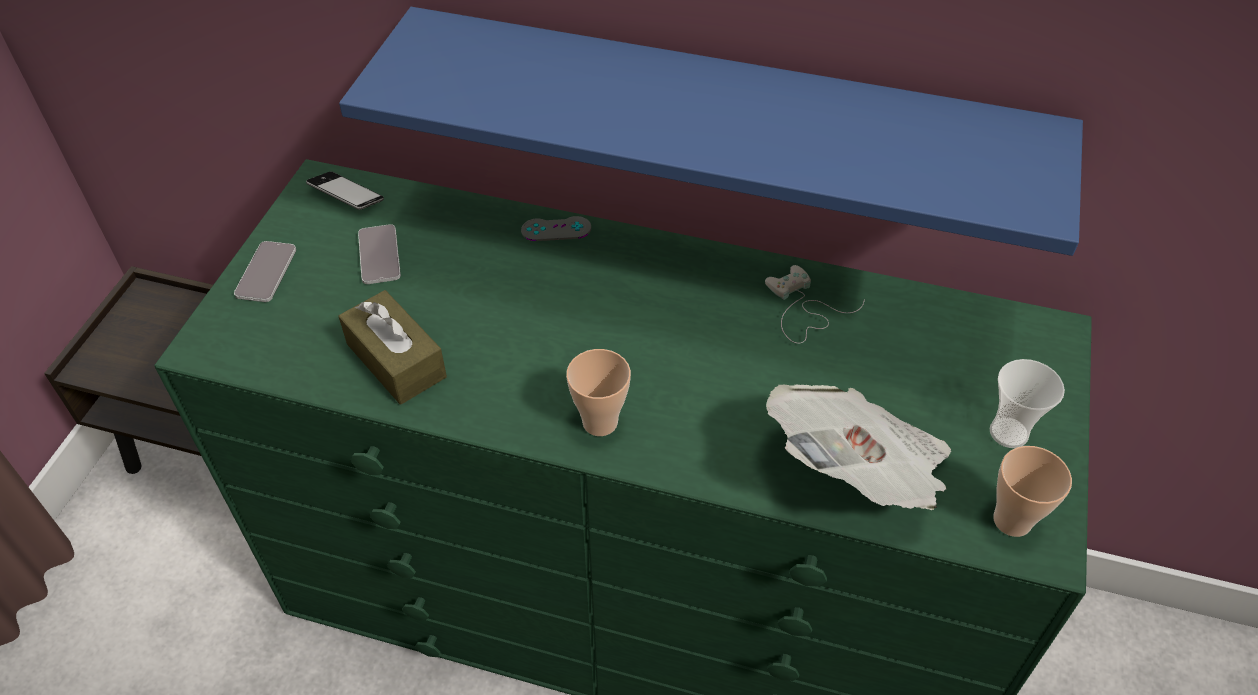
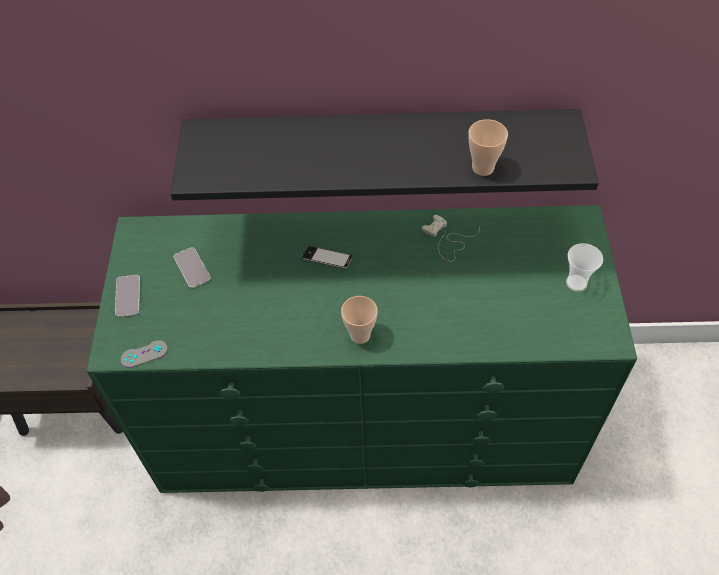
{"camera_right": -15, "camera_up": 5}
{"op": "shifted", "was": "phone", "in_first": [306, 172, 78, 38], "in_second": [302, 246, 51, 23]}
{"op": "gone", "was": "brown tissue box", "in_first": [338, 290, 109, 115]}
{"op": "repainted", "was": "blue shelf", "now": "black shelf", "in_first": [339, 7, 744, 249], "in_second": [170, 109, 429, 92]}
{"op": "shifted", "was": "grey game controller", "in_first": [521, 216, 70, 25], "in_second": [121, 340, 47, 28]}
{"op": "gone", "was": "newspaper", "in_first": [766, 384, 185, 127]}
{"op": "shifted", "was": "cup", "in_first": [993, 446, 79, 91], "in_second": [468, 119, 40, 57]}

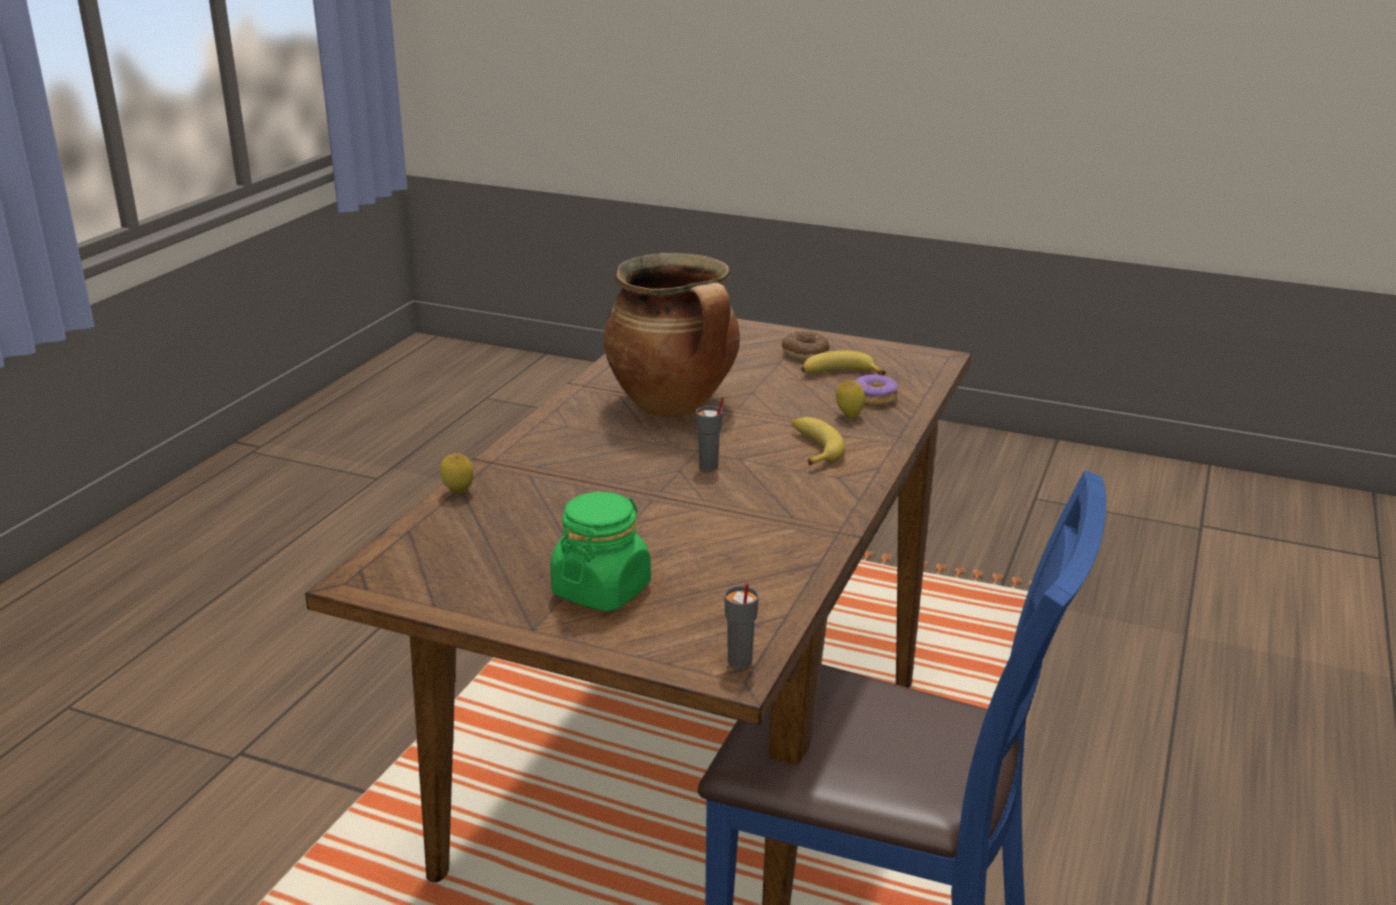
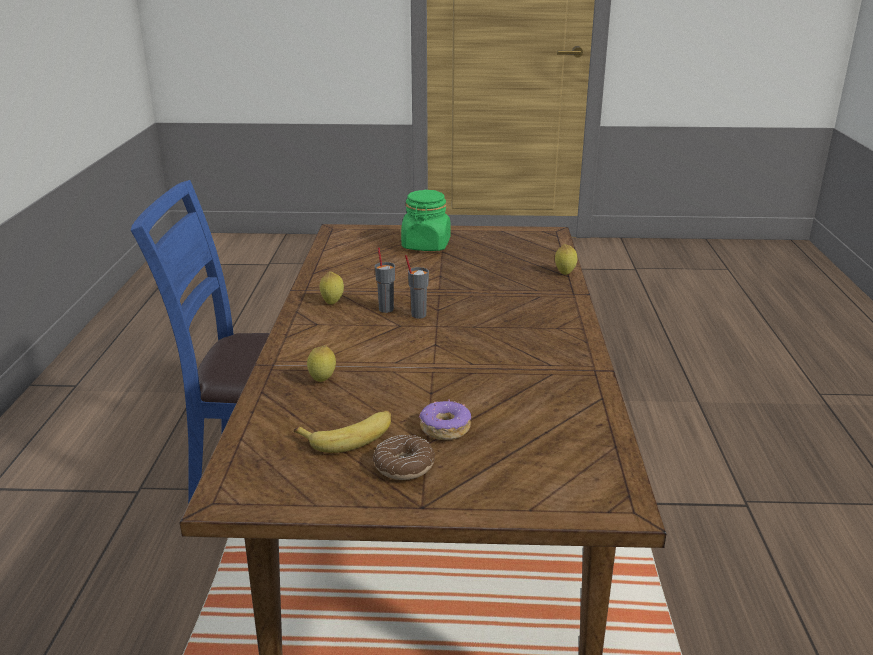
{"camera_right": 160, "camera_up": 0}
{"op": "gone", "was": "cooking pot", "in_first": [603, 253, 137, 164]}
{"op": "shifted", "was": "grey cup", "in_first": [724, 583, 35, 86], "in_second": [375, 247, 20, 66]}
{"op": "gone", "was": "banana", "in_first": [791, 417, 55, 49]}
{"op": "shifted", "was": "donut", "in_first": [855, 374, 44, 31], "in_second": [419, 399, 52, 41]}
{"op": "new", "now": "lemon", "in_second": [320, 271, 24, 34]}

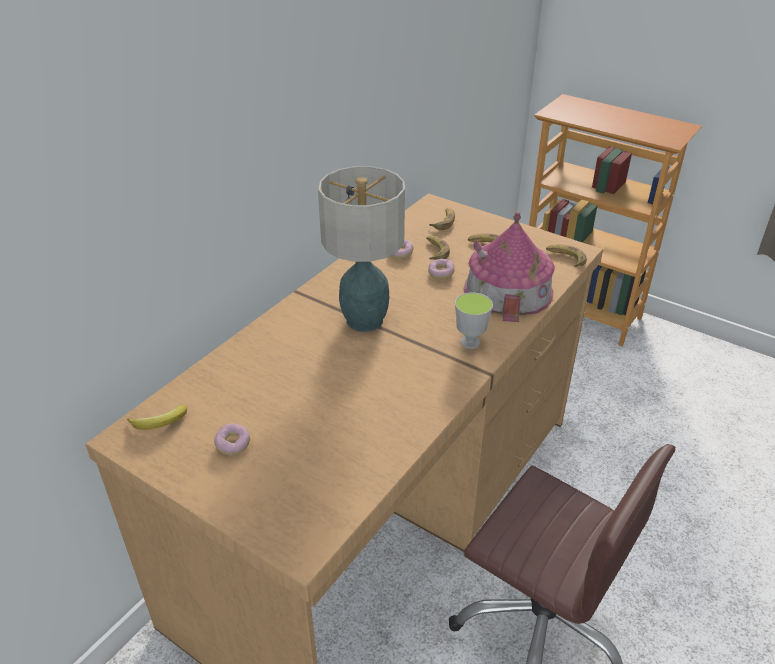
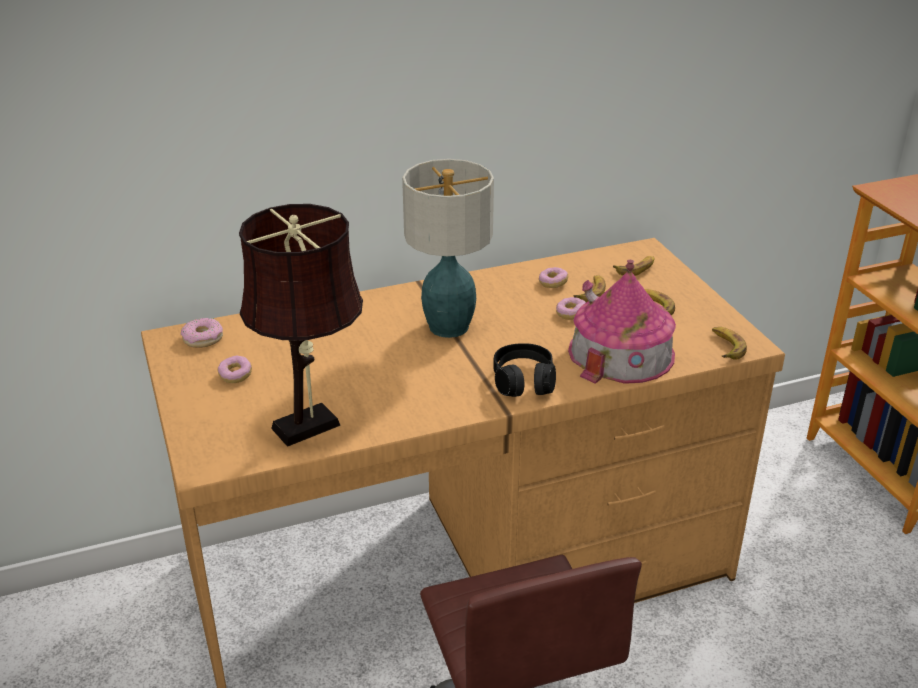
{"camera_right": 35, "camera_up": -5}
{"op": "swapped", "was": "banana", "now": "donut", "in_first": [127, 405, 60, 25], "in_second": [181, 318, 42, 30]}
{"op": "swapped", "was": "cup", "now": "black headphones", "in_first": [455, 293, 38, 56], "in_second": [494, 343, 62, 54]}
{"op": "new", "now": "brown table lamp", "in_second": [239, 204, 124, 243]}

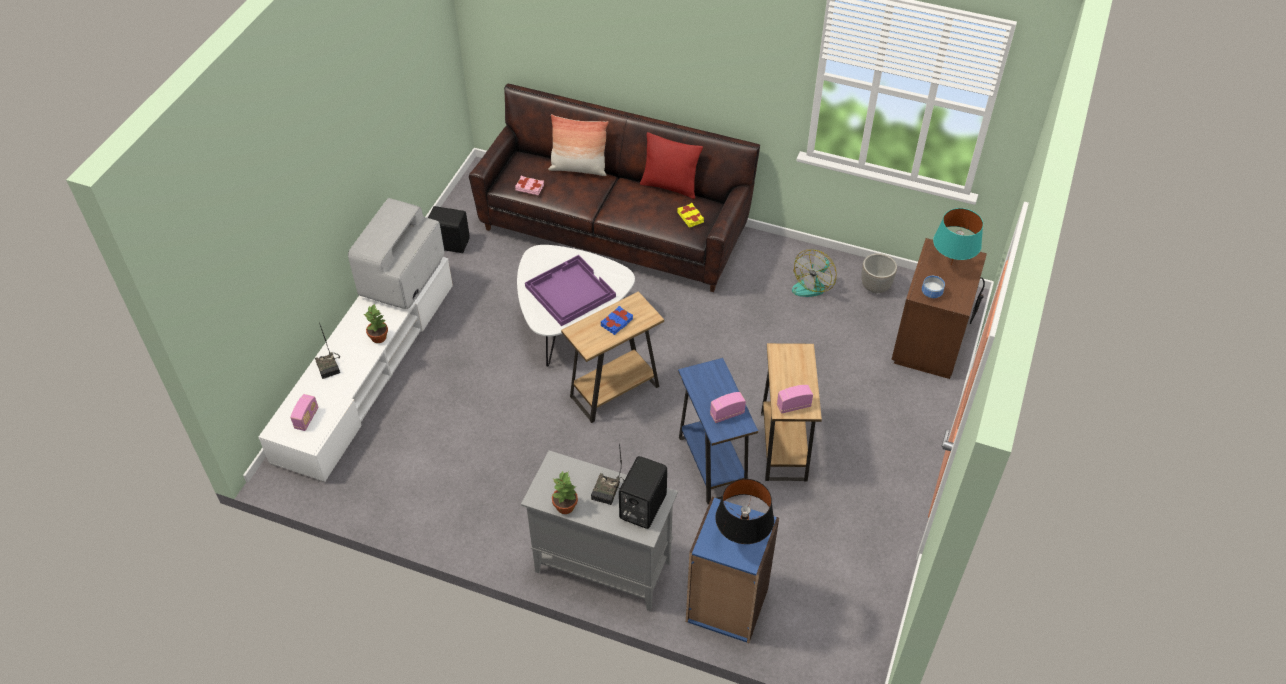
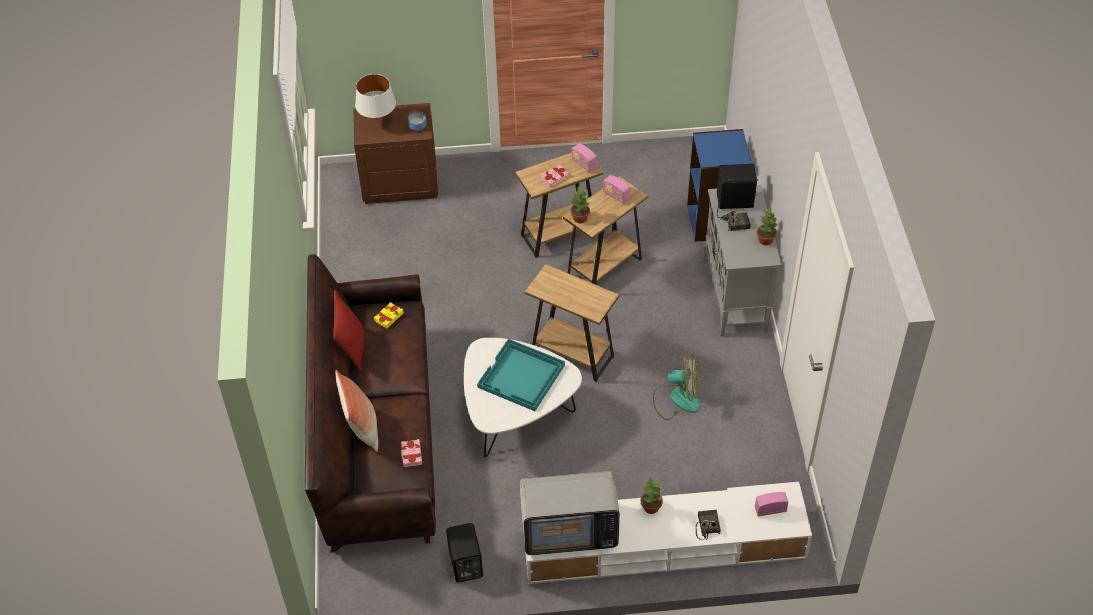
{"camera_right": -115, "camera_up": 0}
{"op": "rotated", "was": "radio", "in_first": [315, 322, 25, 57], "in_second": [695, 510, 26, 30], "clockwise": -45}
{"op": "repainted", "was": "purple tray", "now": "turquoise tray", "in_first": [525, 255, 91, 71], "in_second": [477, 339, 88, 72]}
{"op": "gone", "was": "blue book", "in_first": [601, 306, 32, 29]}
{"op": "repainted", "was": "blue side table", "now": "brown side table", "in_first": [678, 358, 80, 146], "in_second": [563, 176, 85, 109]}
{"op": "gone", "was": "black table lamp", "in_first": [715, 479, 59, 65]}
{"op": "shifted", "was": "fan", "in_first": [792, 250, 44, 47], "in_second": [653, 353, 47, 67]}
{"op": "gone", "was": "planter", "in_first": [861, 253, 36, 40]}
{"op": "repainted", "was": "turquoise table lamp", "now": "white table lamp", "in_first": [933, 208, 50, 57], "in_second": [355, 74, 41, 50]}
{"op": "new", "now": "pink book", "in_second": [541, 164, 28, 23]}
{"op": "new", "now": "potted plant", "in_second": [570, 186, 20, 37]}

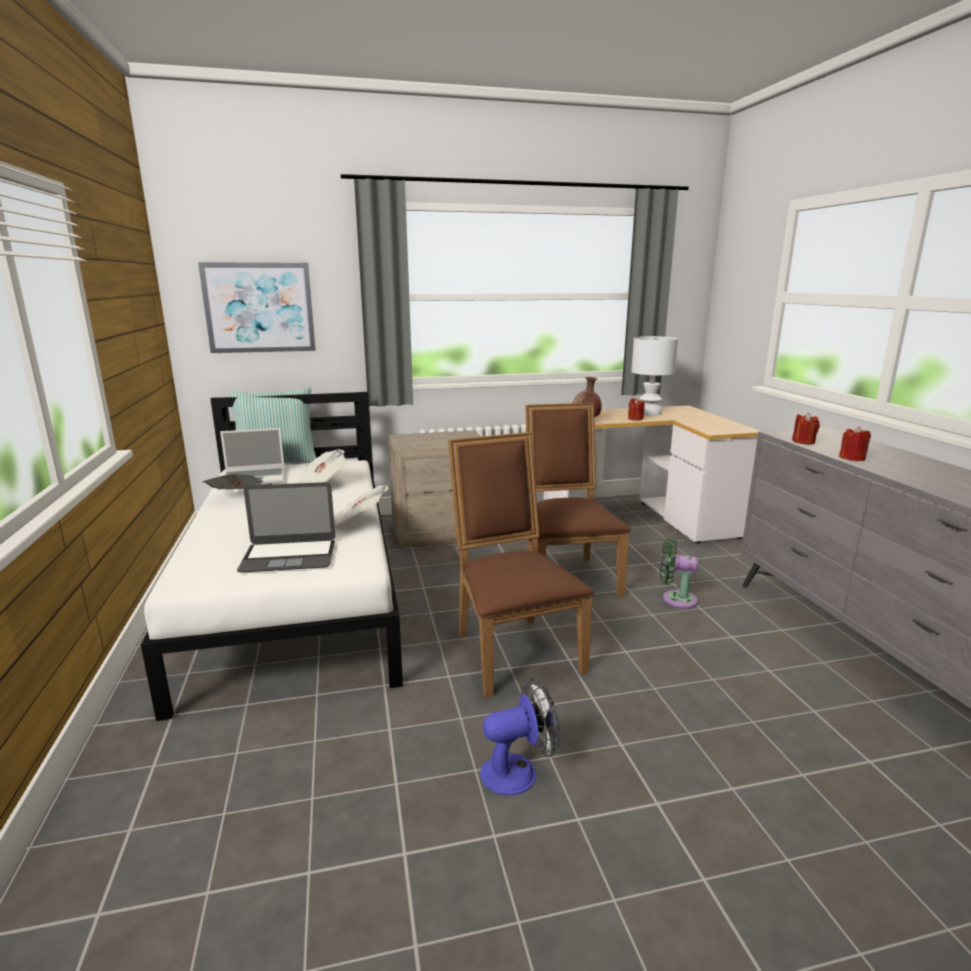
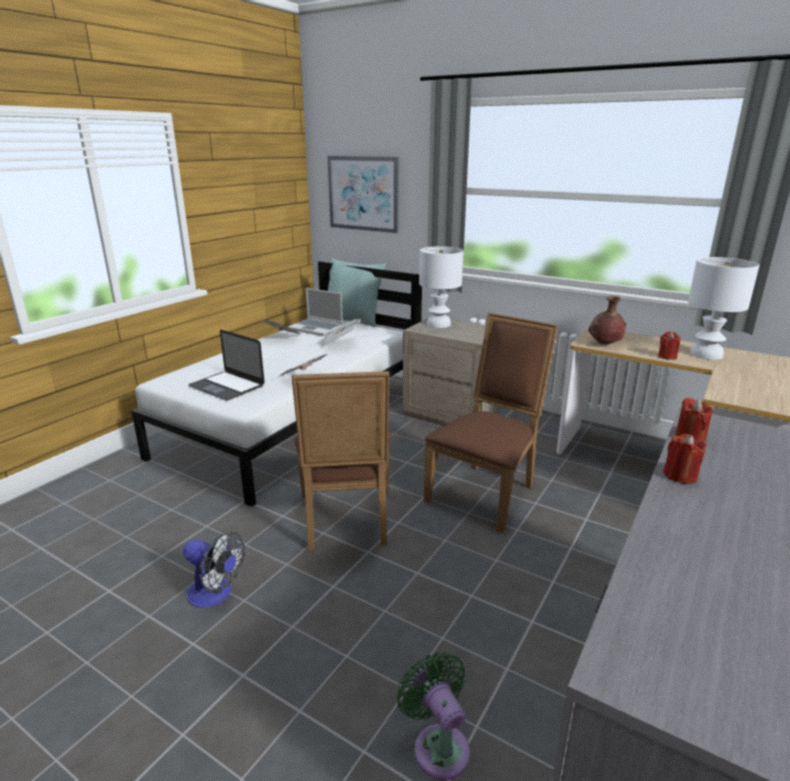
{"camera_right": 45, "camera_up": 5}
{"op": "rotated", "was": "brown chair", "in_first": [448, 432, 146, 266], "in_second": [292, 371, 99, 180], "clockwise": 150}
{"op": "shifted", "was": "green fan", "in_first": [660, 539, 39, 70], "in_second": [397, 652, 73, 128]}
{"op": "new", "now": "white table lamp", "in_second": [419, 246, 45, 82]}

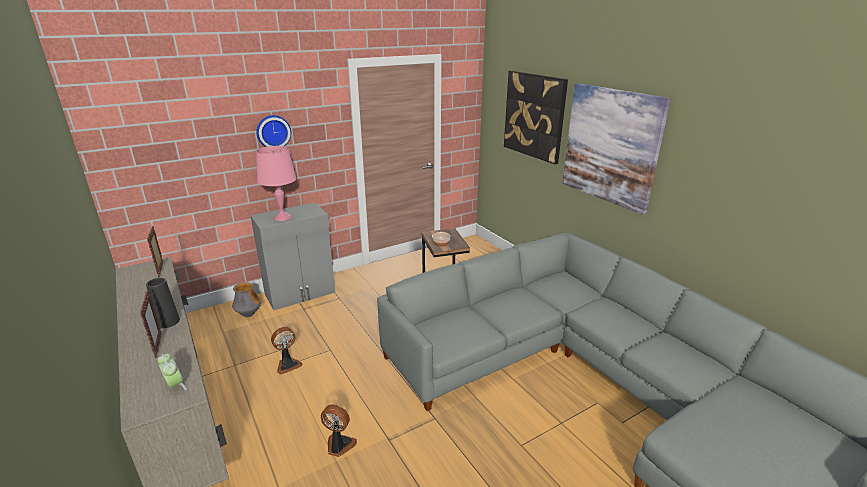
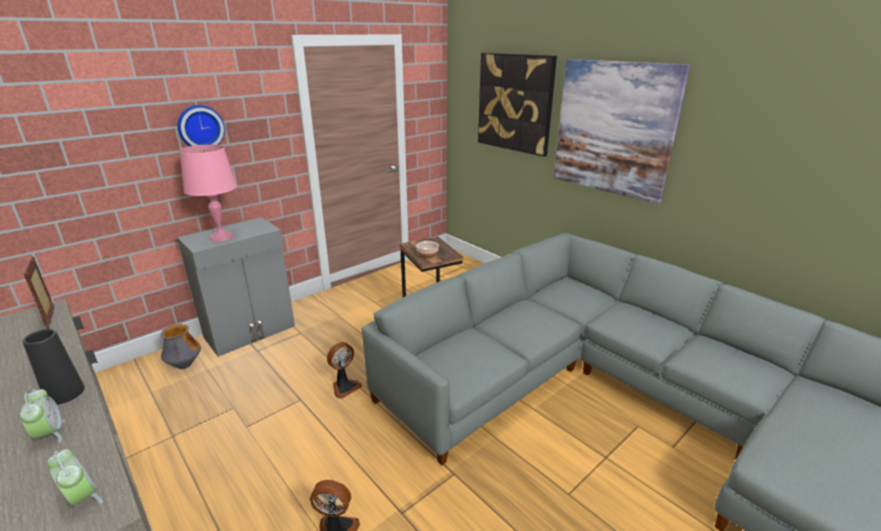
{"camera_right": -10, "camera_up": 0}
{"op": "swapped", "was": "picture frame", "now": "alarm clock", "in_first": [140, 289, 22, 69], "in_second": [20, 389, 45, 54]}
{"op": "shifted", "was": "fan", "in_first": [271, 327, 31, 48], "in_second": [327, 342, 35, 57]}

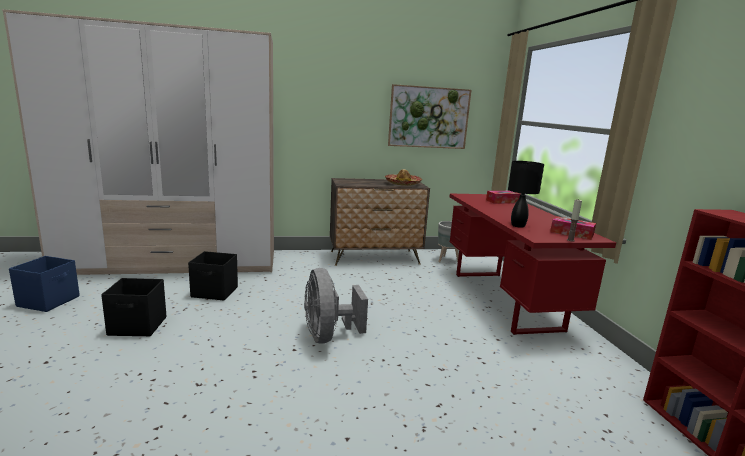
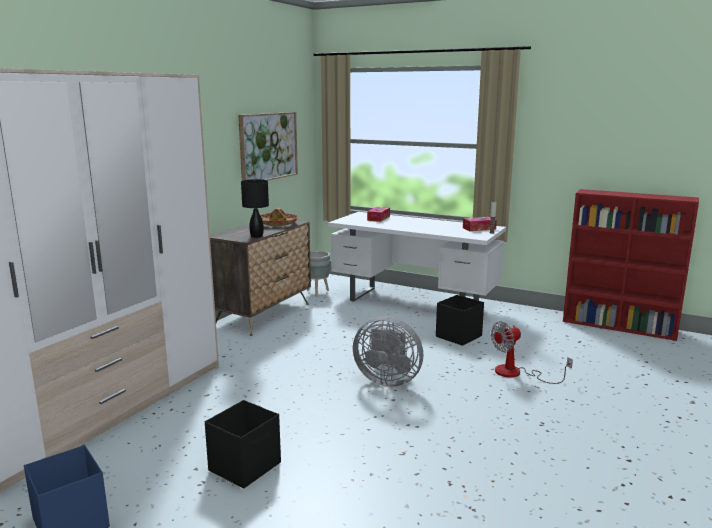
{"camera_right": -50, "camera_up": 0}
{"op": "shifted", "was": "black storage box", "in_first": [188, 251, 50, 49], "in_second": [436, 295, 48, 51]}
{"op": "repainted", "was": "red desk", "now": "white desk", "in_first": [450, 193, 166, 142], "in_second": [328, 212, 178, 90]}
{"op": "shifted", "was": "black table lamp", "in_first": [508, 161, 36, 67], "in_second": [241, 179, 28, 59]}
{"op": "new", "now": "fan", "in_second": [491, 321, 82, 63]}

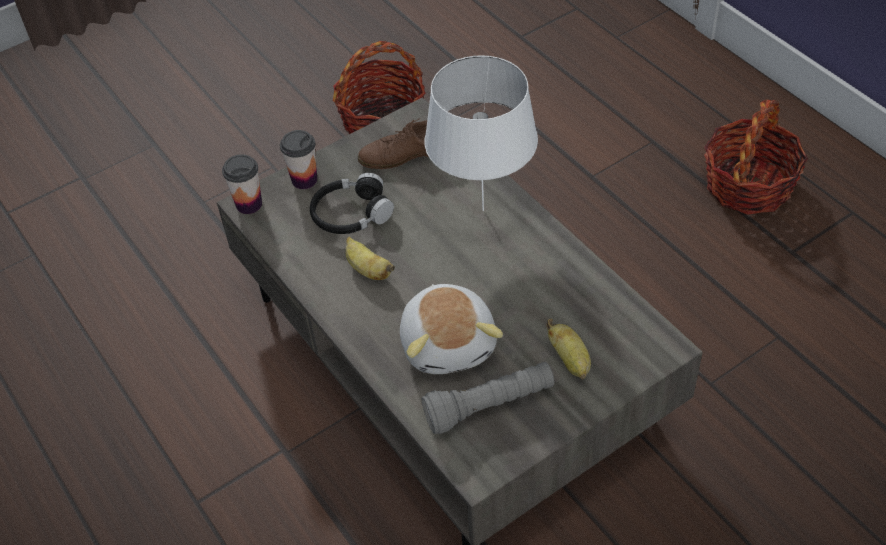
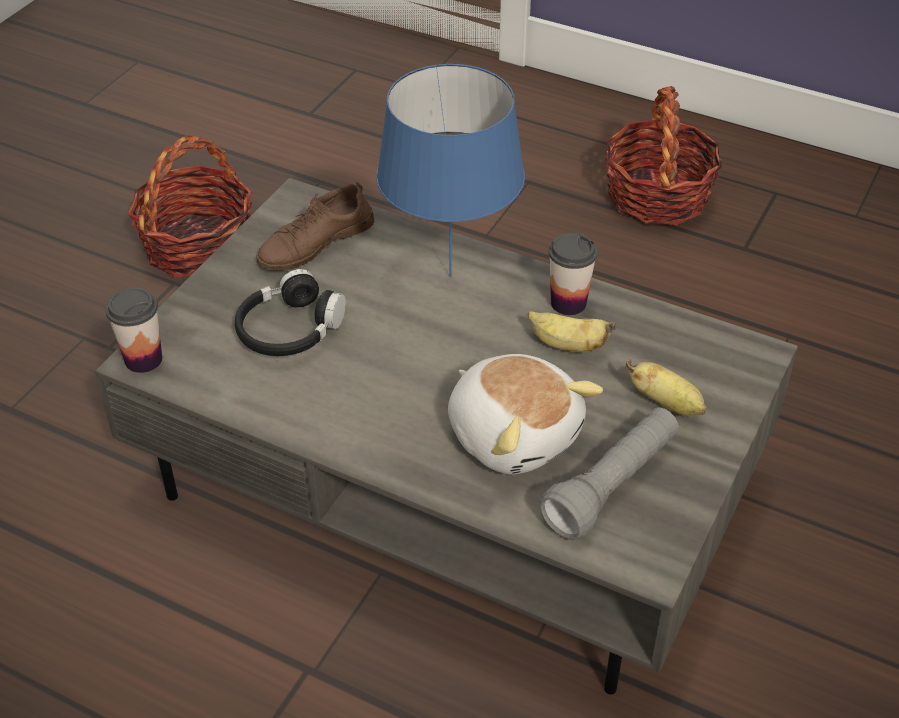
{"camera_right": -30, "camera_up": -5}
{"op": "shifted", "was": "cup", "in_first": [280, 130, 37, 59], "in_second": [548, 233, 50, 82]}
{"op": "shifted", "was": "banana", "in_first": [345, 236, 50, 44], "in_second": [528, 311, 88, 41]}
{"op": "repainted", "was": "white table lamp", "now": "blue table lamp", "in_first": [424, 55, 114, 156], "in_second": [376, 64, 149, 214]}

